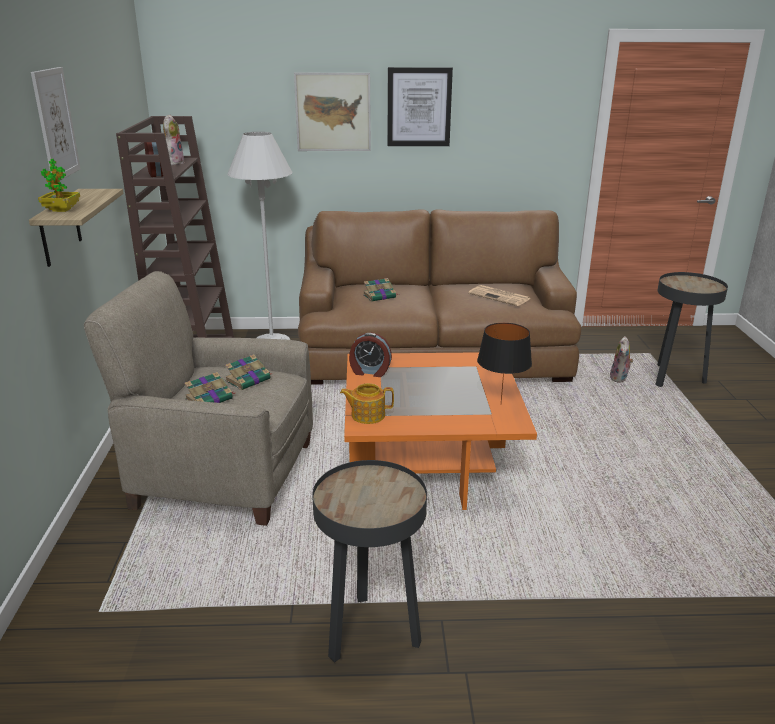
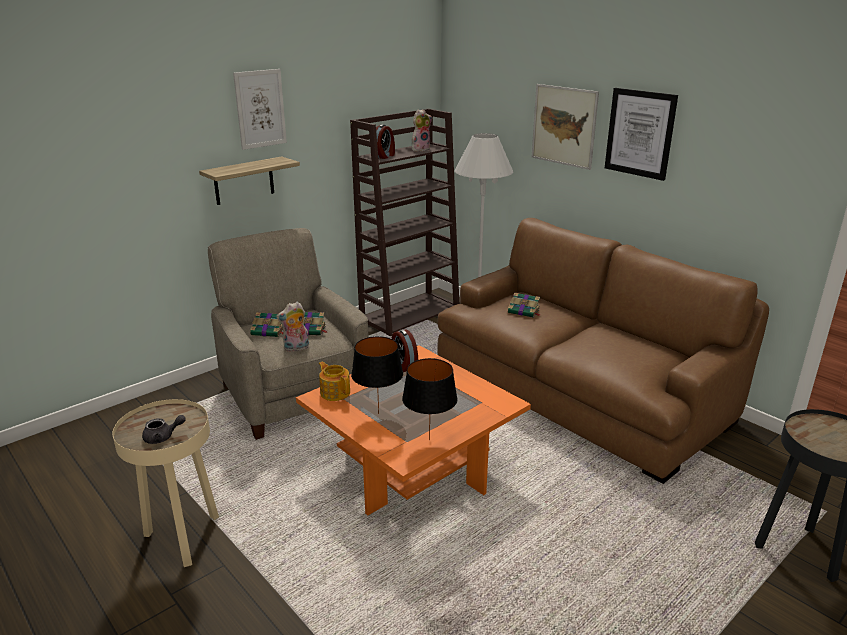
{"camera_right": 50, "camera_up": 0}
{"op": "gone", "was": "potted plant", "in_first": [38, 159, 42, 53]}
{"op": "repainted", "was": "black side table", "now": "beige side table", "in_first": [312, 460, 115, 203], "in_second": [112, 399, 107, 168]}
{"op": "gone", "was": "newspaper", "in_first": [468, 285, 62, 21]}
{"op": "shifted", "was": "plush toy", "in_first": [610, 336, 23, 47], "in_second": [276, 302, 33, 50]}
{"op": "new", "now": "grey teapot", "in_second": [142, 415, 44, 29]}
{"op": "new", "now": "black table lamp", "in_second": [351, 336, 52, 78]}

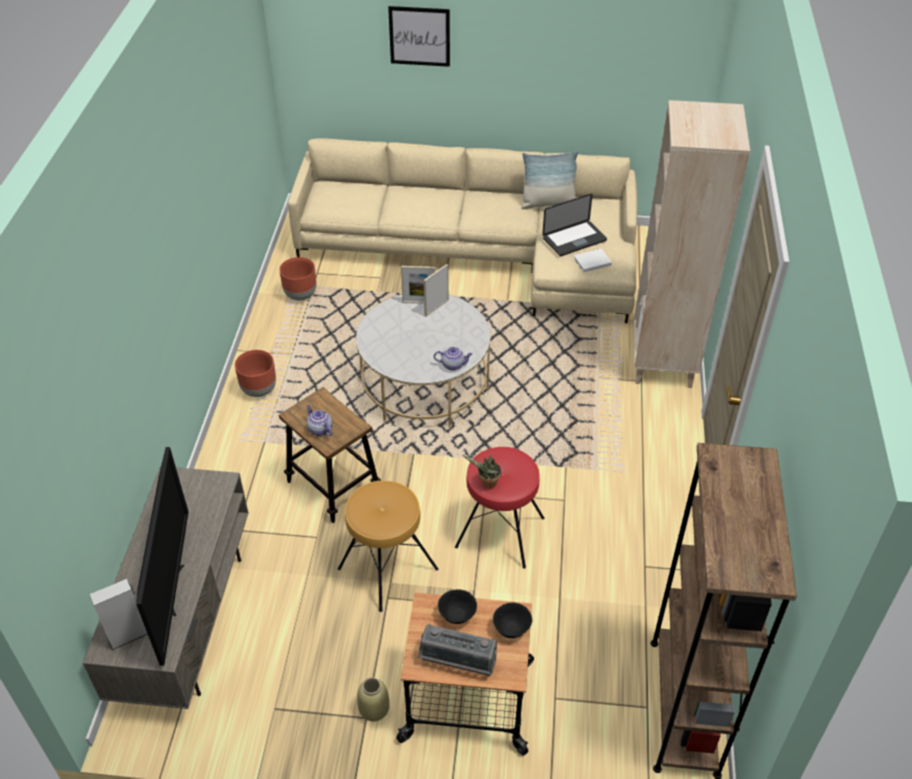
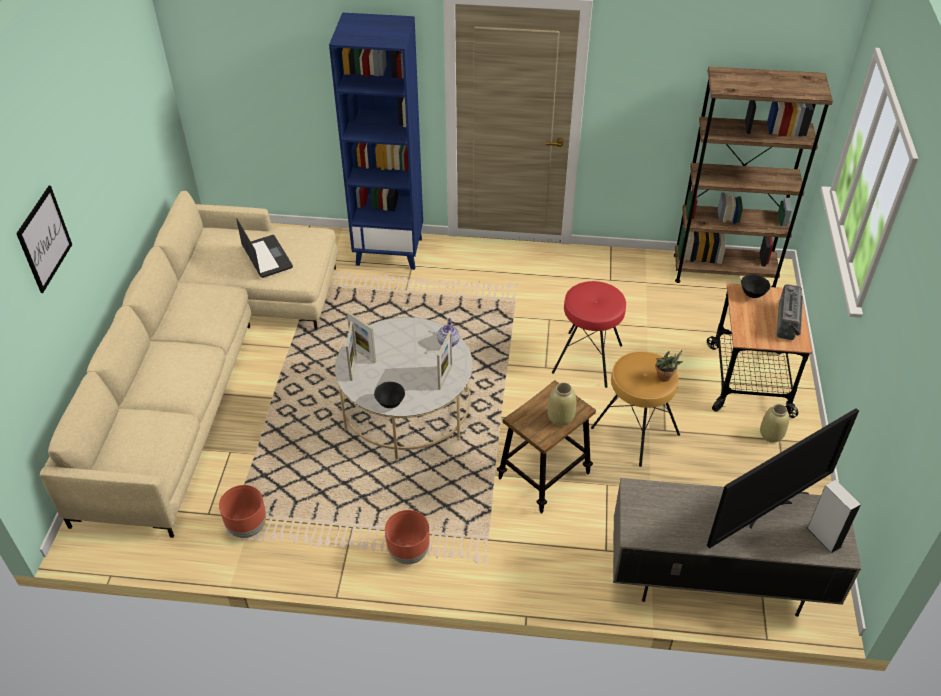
{"camera_right": -90, "camera_up": 0}
{"op": "rotated", "was": "television", "in_first": [136, 447, 53, 219], "in_second": [707, 408, 152, 141], "clockwise": 150}
{"op": "swapped", "was": "teapot", "now": "beige vase", "in_first": [306, 405, 26, 31], "in_second": [548, 382, 28, 44]}
{"op": "shifted", "was": "black bowl", "in_first": [438, 589, 39, 35], "in_second": [374, 382, 31, 26]}
{"op": "shifted", "was": "potted plant", "in_first": [463, 455, 39, 33], "in_second": [655, 350, 28, 32]}
{"op": "gone", "was": "pillow", "in_first": [521, 151, 57, 58]}
{"op": "gone", "was": "white book", "in_first": [573, 249, 39, 23]}
{"op": "repainted", "was": "beige bookcase", "now": "blue bookcase", "in_first": [634, 100, 116, 288], "in_second": [329, 13, 94, 257]}
{"op": "new", "now": "picture frame", "in_second": [437, 331, 15, 59]}

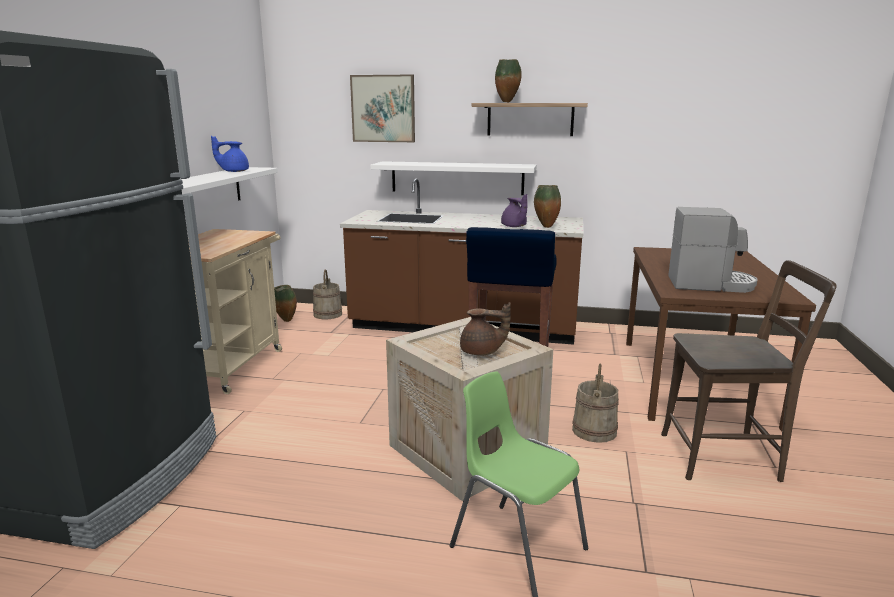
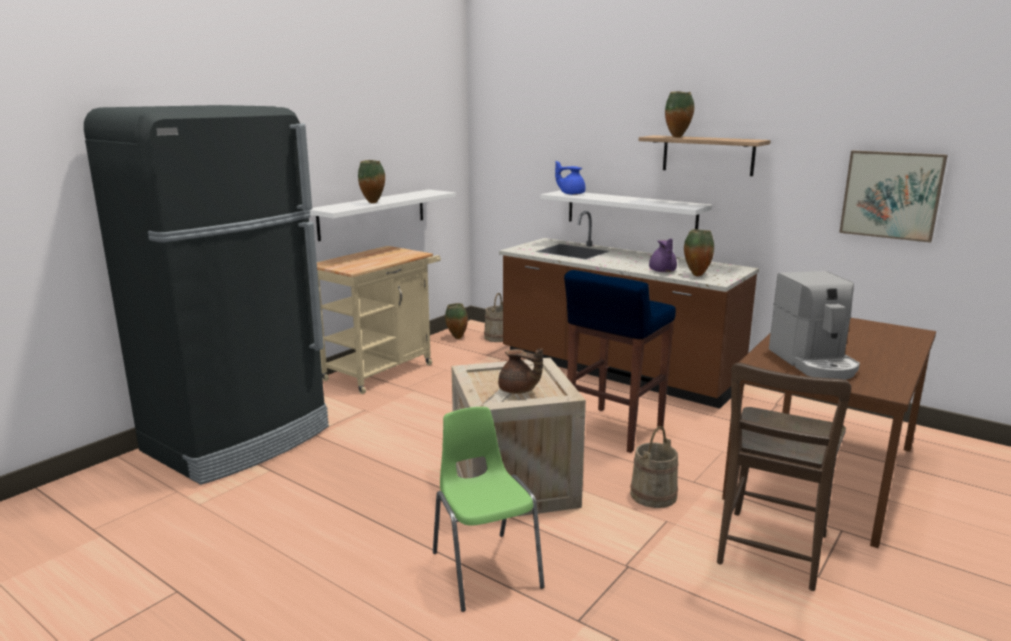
{"camera_right": 25, "camera_up": 0}
{"op": "shifted", "was": "blue teapot", "in_first": [211, 136, 38, 36], "in_second": [555, 161, 30, 34]}
{"op": "shifted", "was": "picture", "in_first": [350, 75, 65, 67], "in_second": [839, 150, 109, 93]}
{"op": "rotated", "was": "brown chair", "in_first": [661, 260, 176, 222], "in_second": [717, 362, 134, 229], "clockwise": 90}
{"op": "rotated", "was": "coffee machine", "in_first": [668, 207, 89, 86], "in_second": [769, 271, 91, 109], "clockwise": 45}
{"op": "new", "now": "vase", "in_second": [358, 160, 27, 43]}

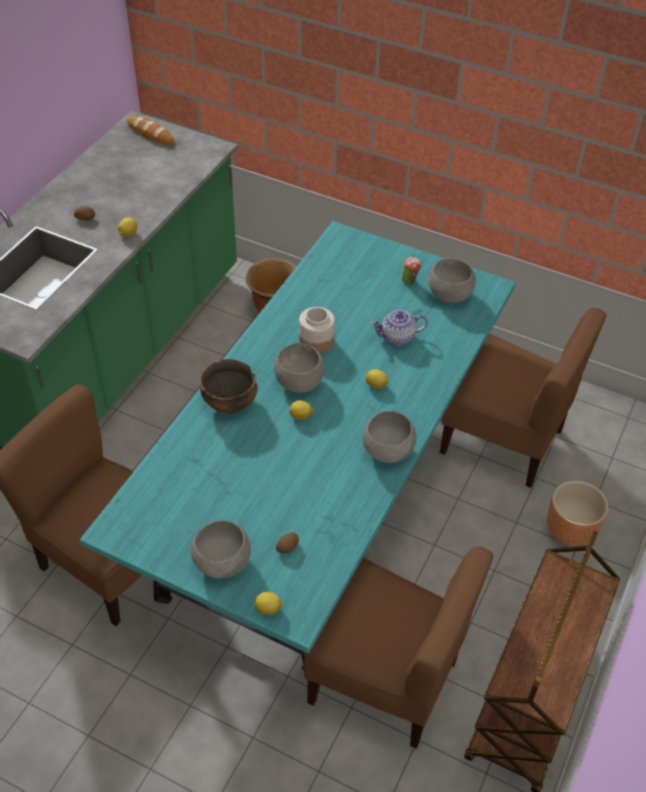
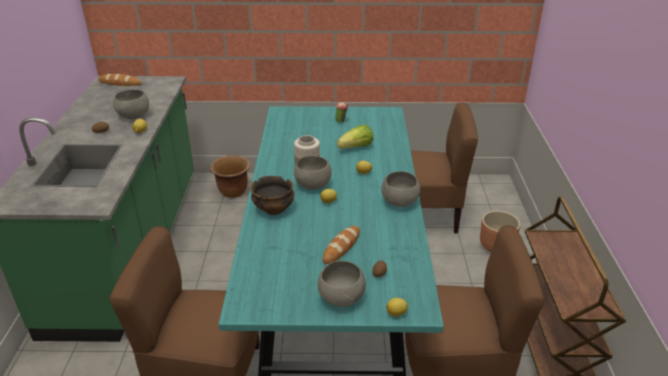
{"camera_right": -25, "camera_up": -15}
{"op": "swapped", "was": "teapot", "now": "lettuce", "in_first": [371, 310, 57, 36], "in_second": [337, 125, 36, 24]}
{"op": "shifted", "was": "grey bowl", "in_first": [428, 258, 48, 45], "in_second": [113, 89, 36, 30]}
{"op": "new", "now": "bread", "in_second": [323, 226, 37, 38]}

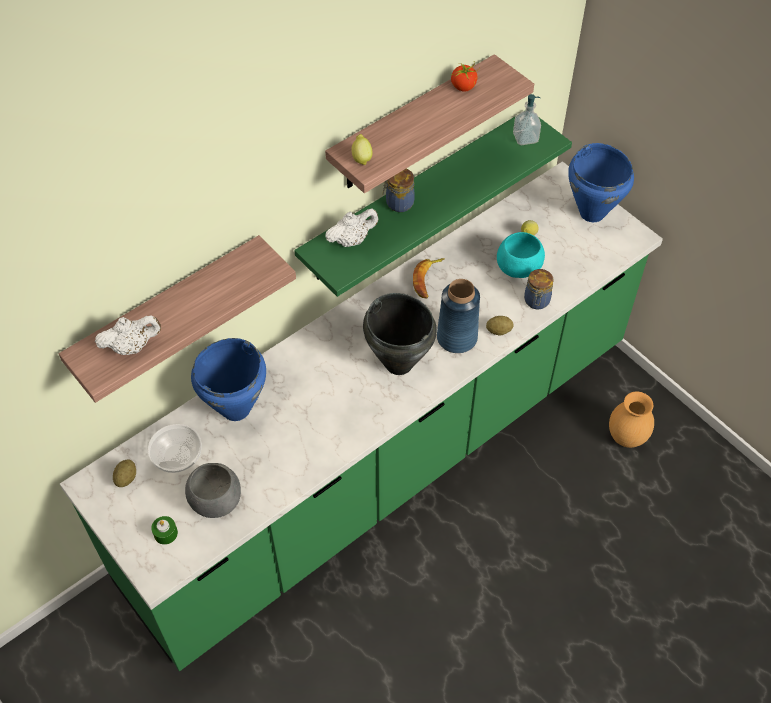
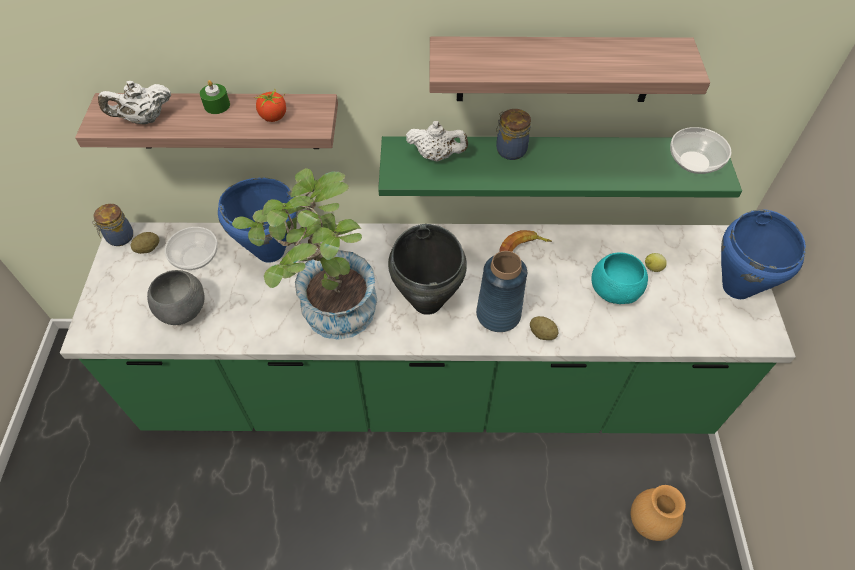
{"camera_right": 40, "camera_up": 0}
{"op": "rotated", "was": "white teapot", "in_first": [95, 315, 66, 40], "in_second": [98, 81, 73, 43], "clockwise": 135}
{"op": "shifted", "was": "green candle", "in_first": [151, 516, 27, 29], "in_second": [200, 80, 30, 34]}
{"op": "gone", "was": "lemon", "in_first": [351, 134, 22, 31]}
{"op": "shifted", "was": "tomato", "in_first": [451, 63, 27, 28], "in_second": [254, 88, 32, 34]}
{"op": "swapped", "was": "soap dispenser", "now": "bowl", "in_first": [513, 94, 28, 51], "in_second": [670, 127, 61, 47]}
{"op": "shifted", "was": "jar", "in_first": [524, 269, 30, 40], "in_second": [92, 204, 41, 42]}
{"op": "new", "now": "potted plant", "in_second": [232, 168, 145, 172]}

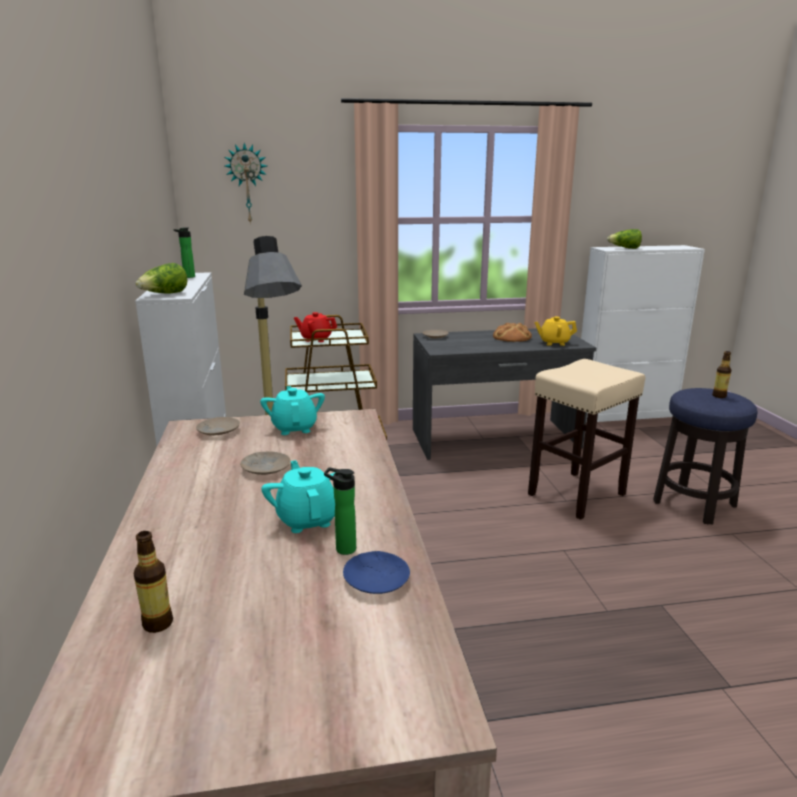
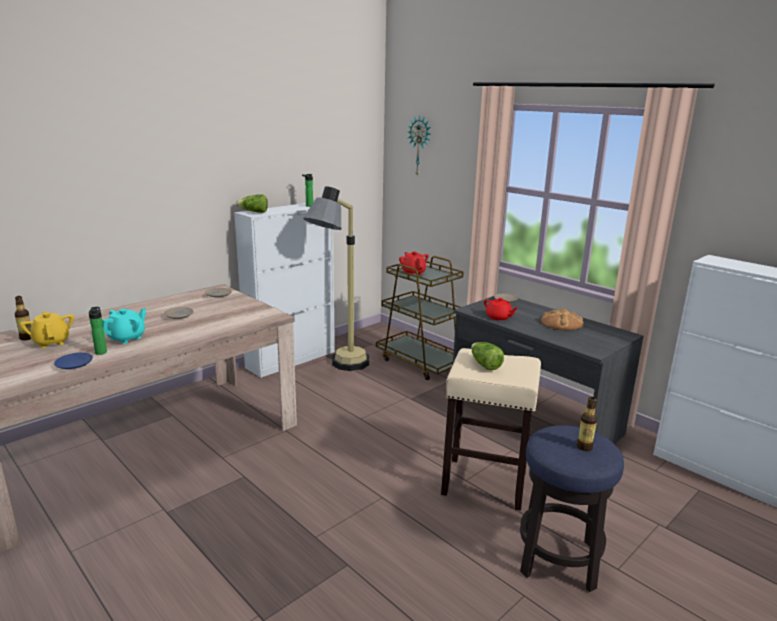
{"camera_right": 55, "camera_up": 0}
{"op": "gone", "was": "turquoise teapot", "in_first": [260, 386, 65, 49]}
{"op": "shifted", "was": "yellow teapot", "in_first": [534, 317, 43, 29], "in_second": [20, 311, 54, 37]}
{"op": "shifted", "was": "lettuce", "in_first": [607, 229, 35, 20], "in_second": [471, 342, 33, 29]}
{"op": "new", "now": "red teapot", "in_second": [484, 298, 34, 22]}

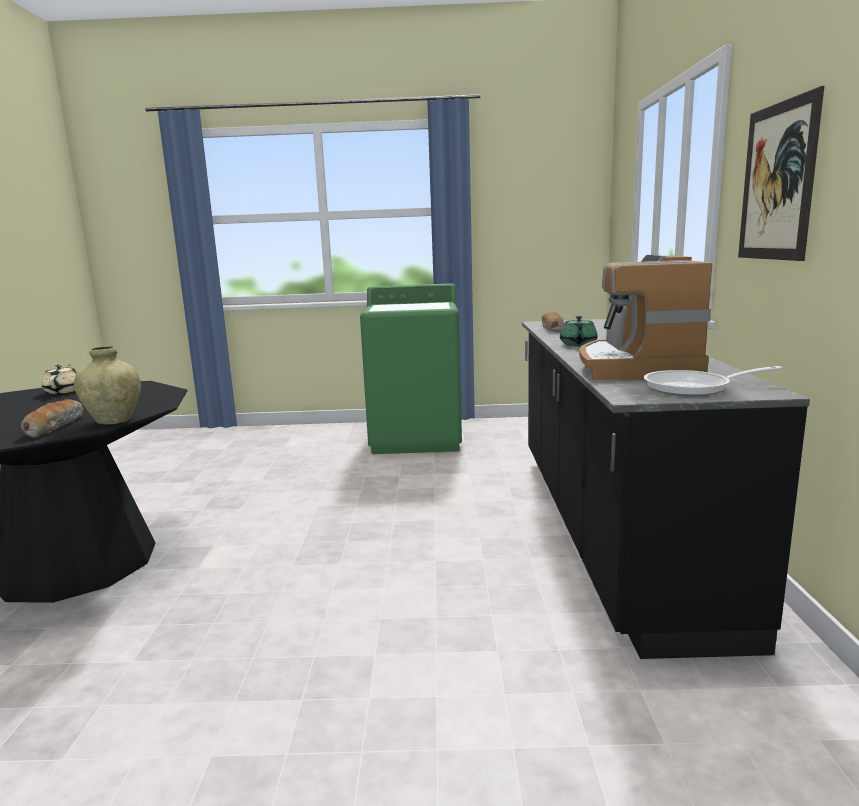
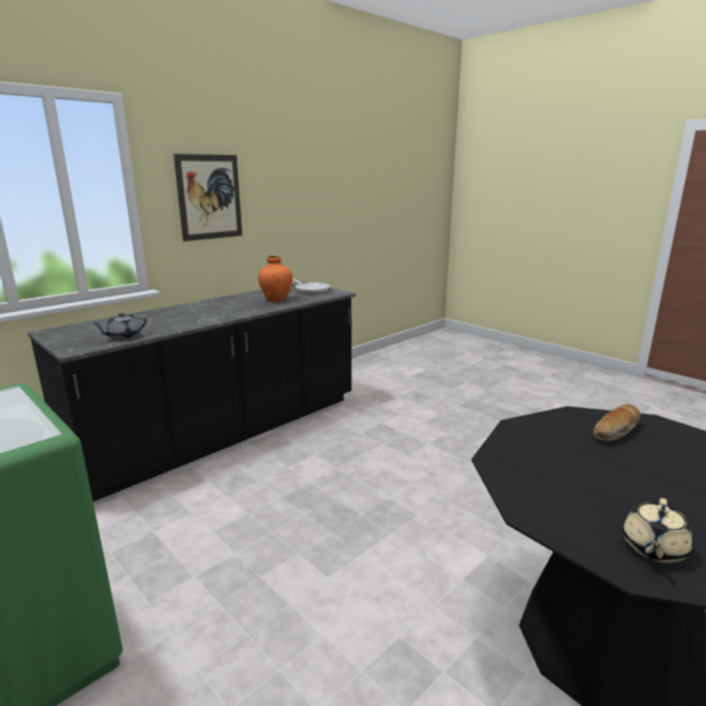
{"camera_right": -135, "camera_up": 5}
{"op": "gone", "was": "beige vase", "in_first": [74, 346, 67, 79]}
{"op": "swapped", "was": "bread", "now": "grey teapot", "in_first": [542, 311, 22, 21], "in_second": [93, 312, 54, 28]}
{"op": "gone", "was": "green teapot", "in_first": [560, 316, 38, 30]}
{"op": "swapped", "was": "coffee machine", "now": "orange vase", "in_first": [579, 255, 133, 125], "in_second": [258, 256, 35, 46]}

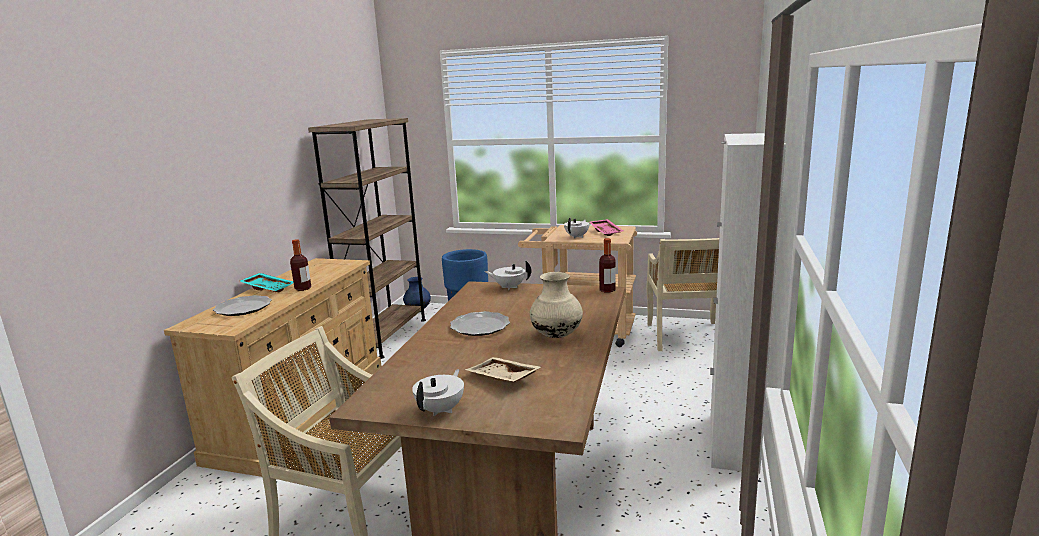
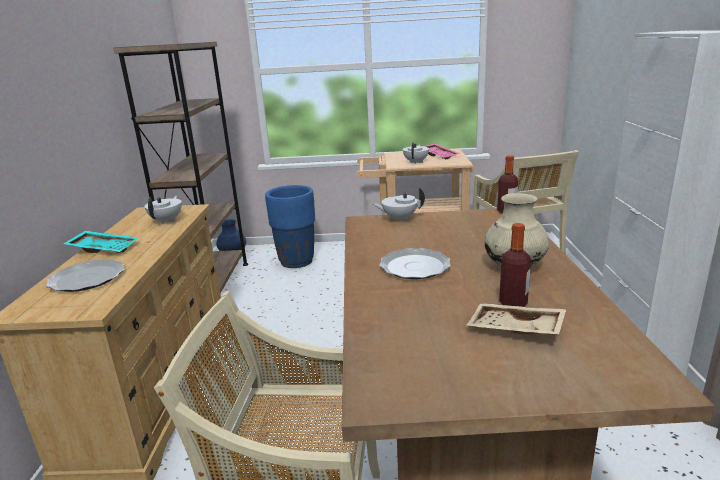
{"camera_right": -15, "camera_up": 5}
{"op": "shifted", "was": "bottle", "in_first": [290, 239, 21, 52], "in_second": [499, 223, 32, 84]}
{"op": "shifted", "was": "white teapot", "in_first": [412, 369, 52, 47], "in_second": [144, 196, 38, 28]}

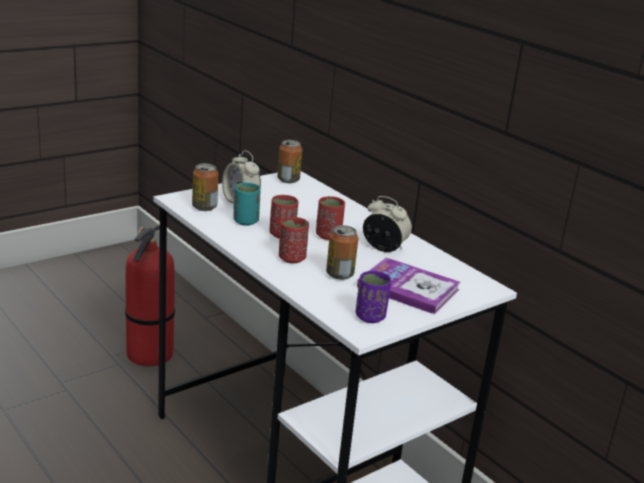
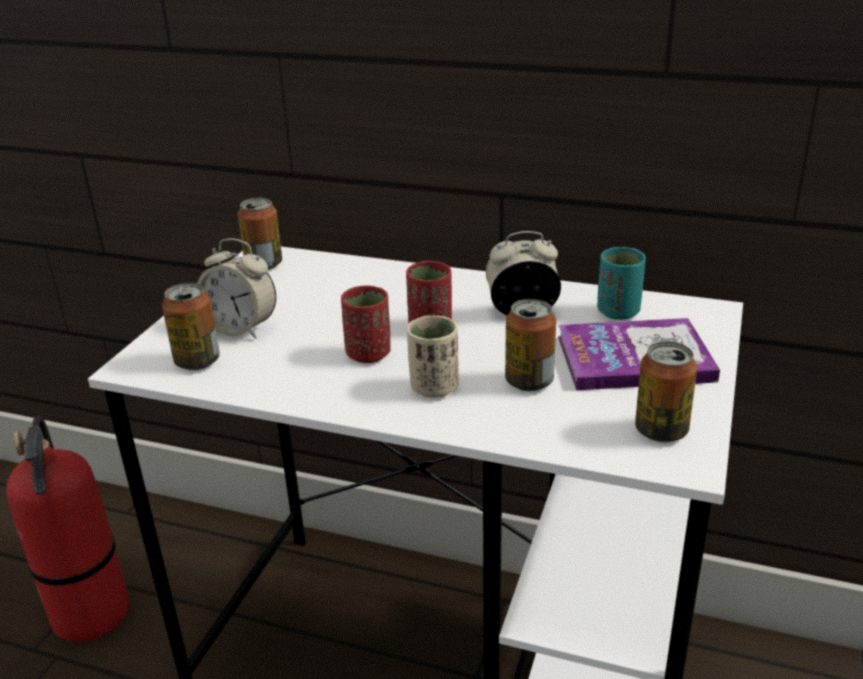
{"camera_right": -30, "camera_up": 5}
{"op": "shifted", "was": "turquoise cup", "in_first": [234, 183, 27, 43], "in_second": [597, 247, 49, 73]}
{"op": "repainted", "was": "red cup", "now": "beige cup", "in_first": [279, 217, 30, 46], "in_second": [407, 315, 52, 83]}
{"op": "swapped", "was": "purple cup", "now": "can", "in_first": [356, 270, 35, 53], "in_second": [635, 342, 62, 100]}

